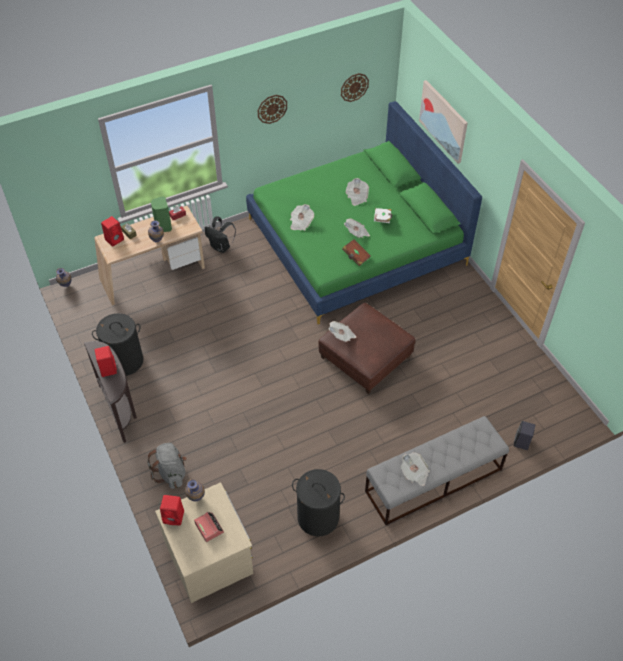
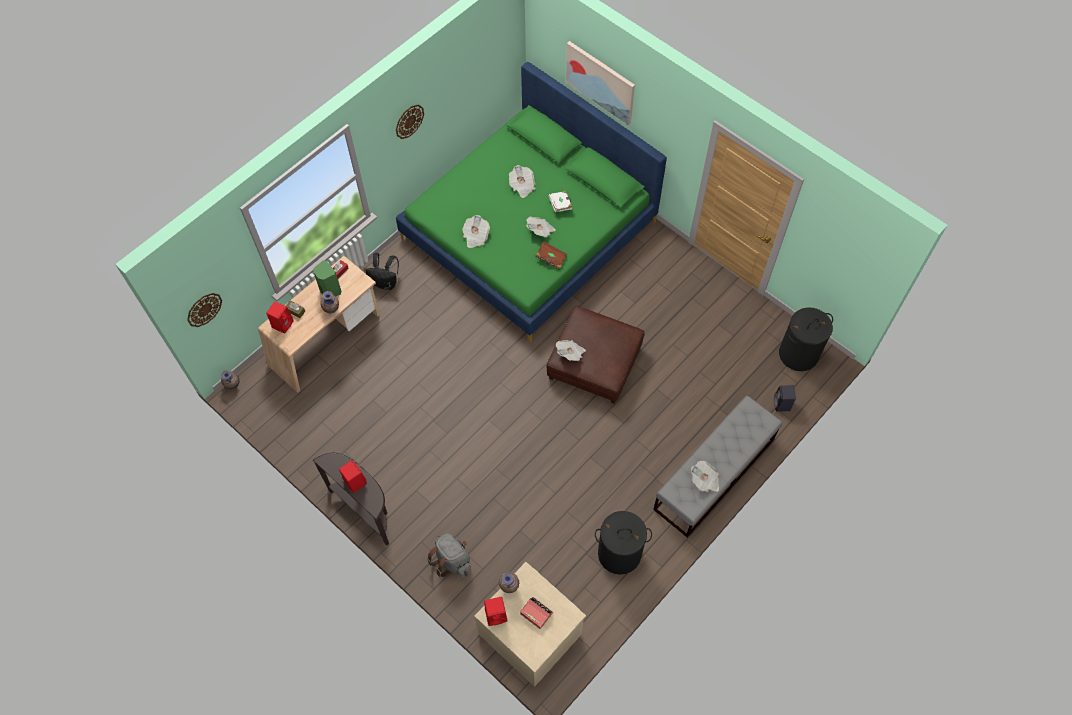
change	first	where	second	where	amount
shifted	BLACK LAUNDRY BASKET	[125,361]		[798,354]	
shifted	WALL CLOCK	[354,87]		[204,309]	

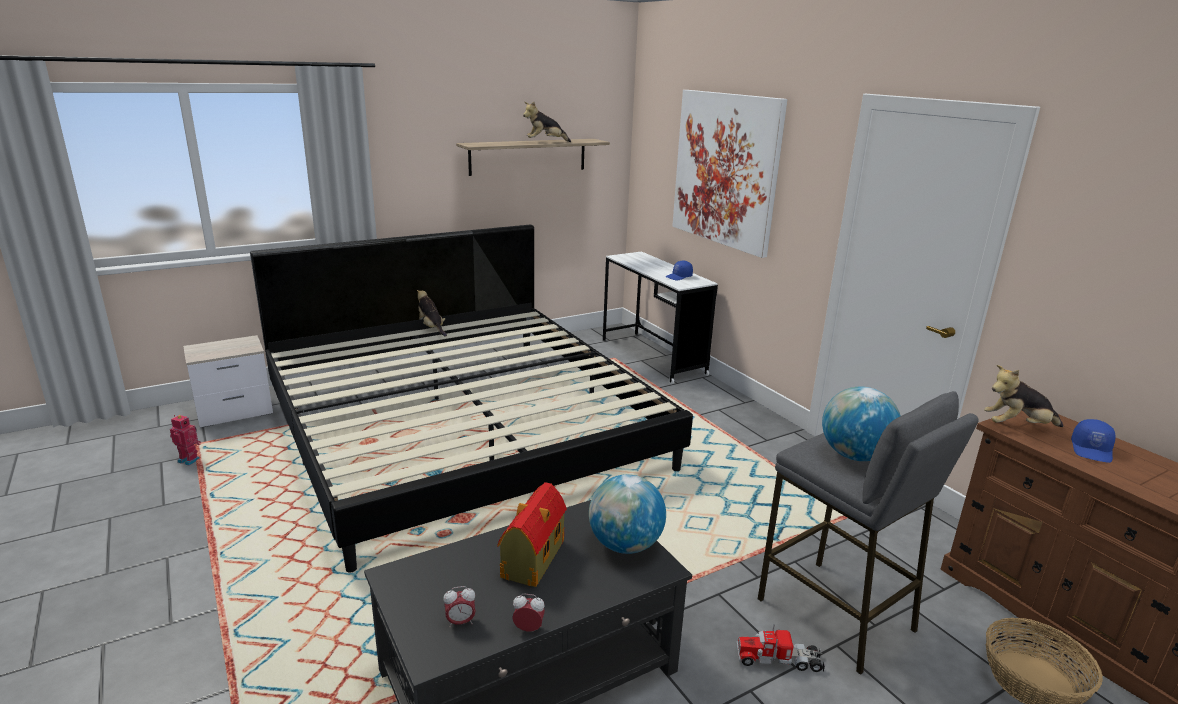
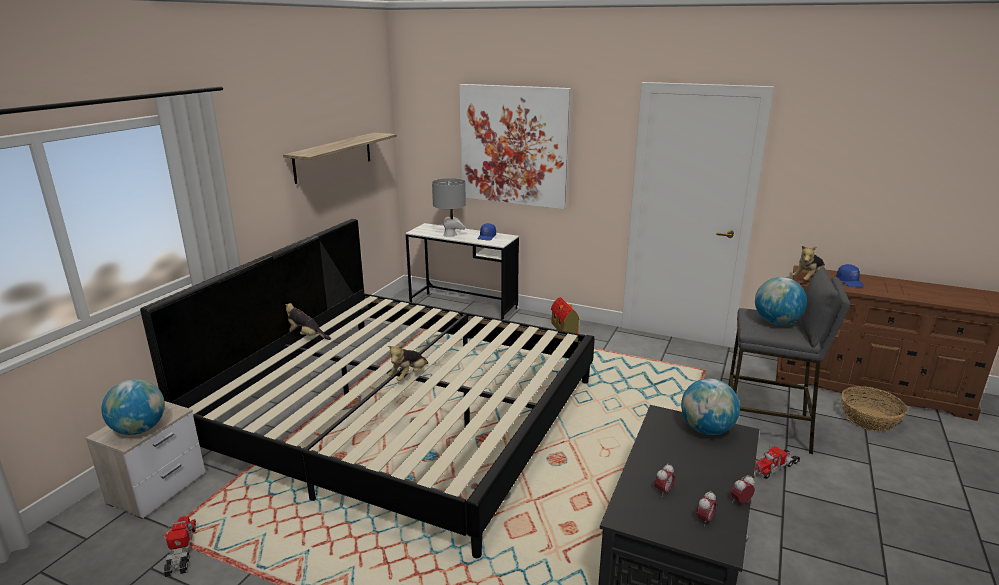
change	first	where	second	where	amount
new			GLOBE	[139,429]	
new			GREY TABLE LAMP	[450,235]	
new			ALARM CLOCK	[663,491]	
shifted	TOY HOUSE	[532,560]		[564,329]	
shifted	PLUSH TOY	[545,142]		[408,376]	
swapped	TOY ROBOT	[190,459]	TOY TRUCK	[181,550]	

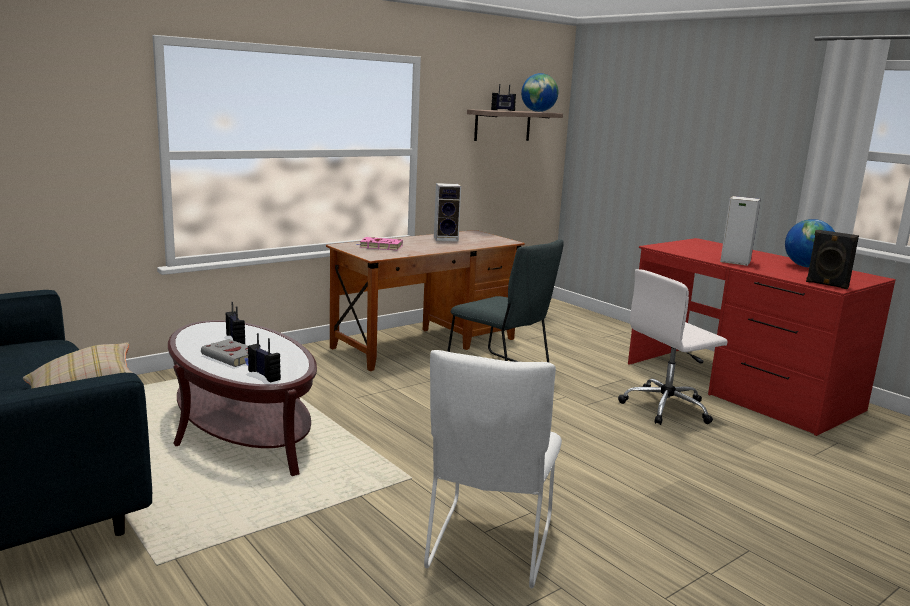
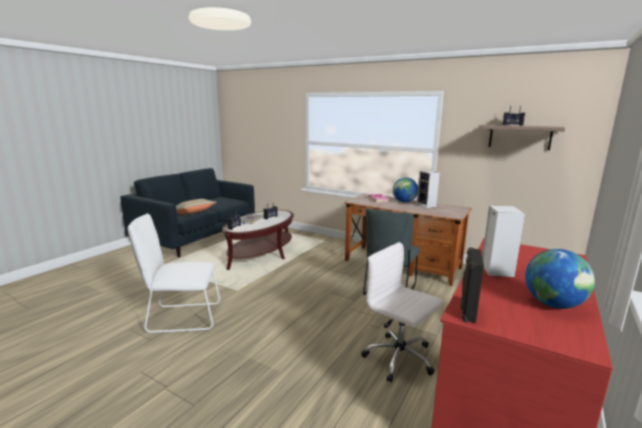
change	first	where	second	where	amount
shifted	GLOBE	[538,111]		[404,202]	

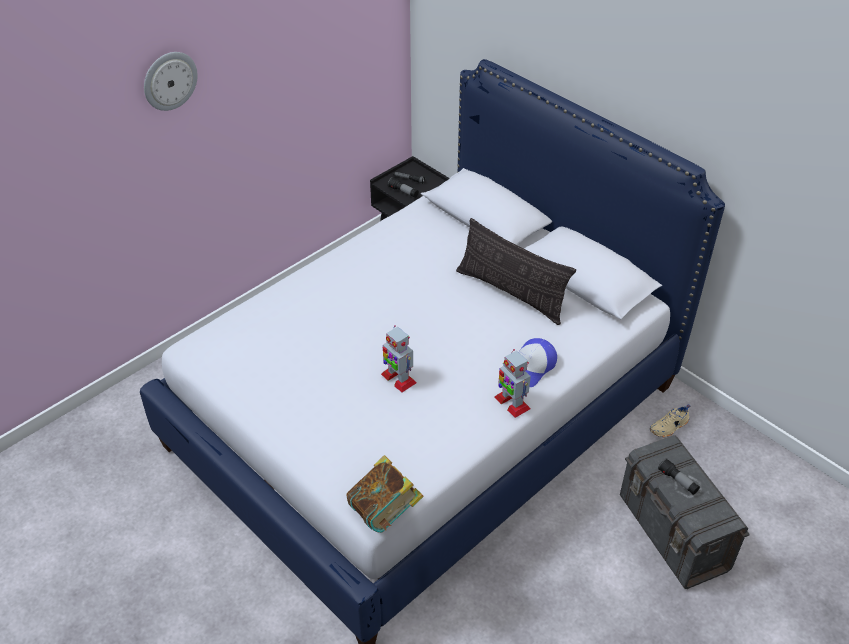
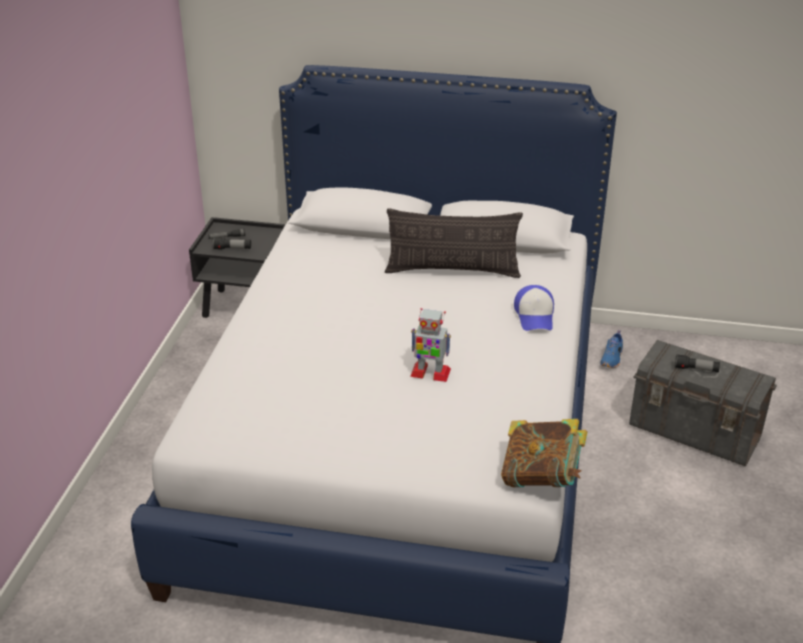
change	first	where	second	where	amount
gone	WALL CLOCK	[169,80]			
gone	TOY ROBOT	[511,402]			
repainted	BEIGE SHOE	[669,427]	BLUE SHOE	[612,358]	

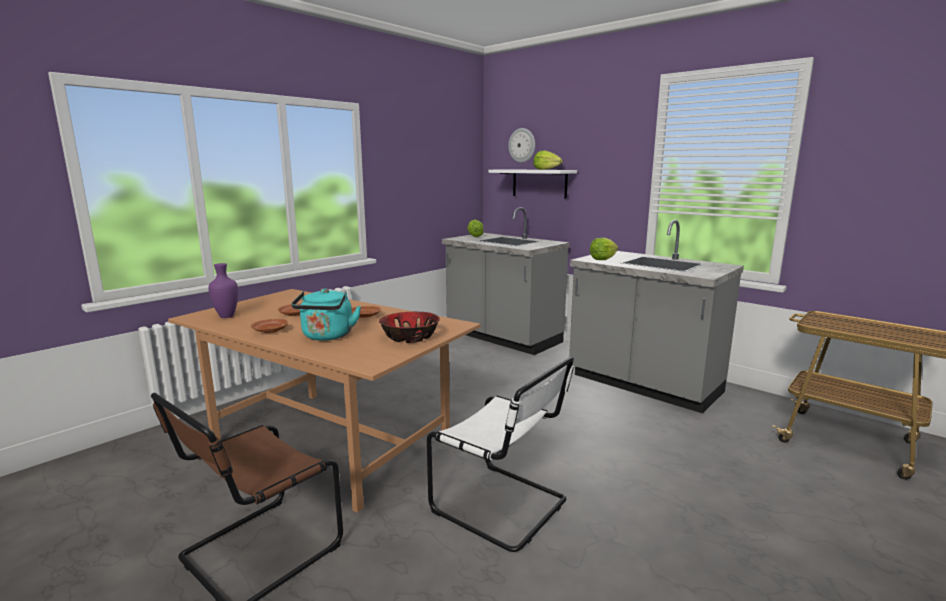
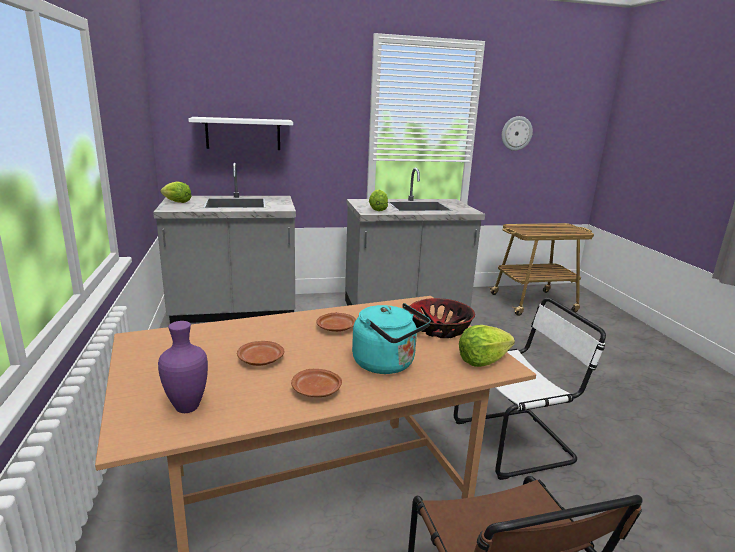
change	first	where	second	where	amount
shifted	WALL CLOCK	[522,145]		[516,133]	
shifted	LETTUCE	[546,169]		[482,361]	

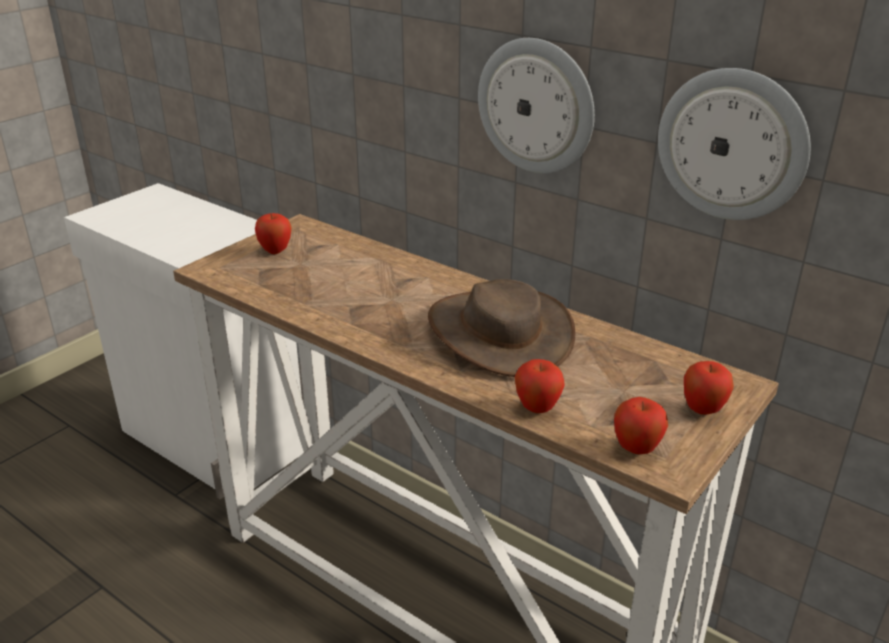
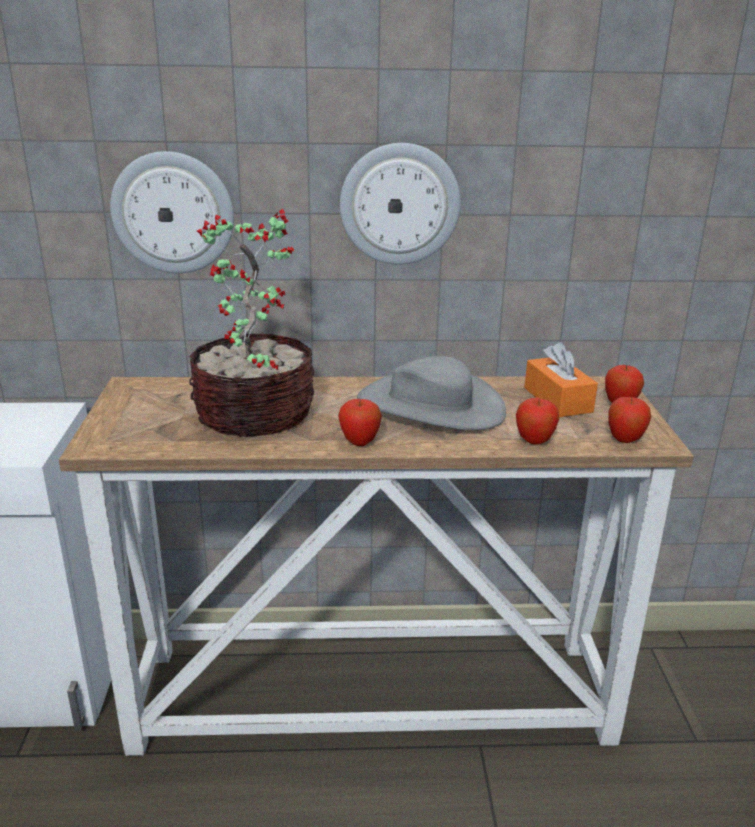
change	first	where	second	where	amount
new			POTTED PLANT	[254,415]	
new			ORANGE TISSUE BOX	[557,400]	
shifted	APPLE	[275,251]		[359,442]	
shifted	WALL CLOCK	[732,144]		[173,213]	
repainted	BROWN HAT	[500,332]	GREY HAT	[430,406]	

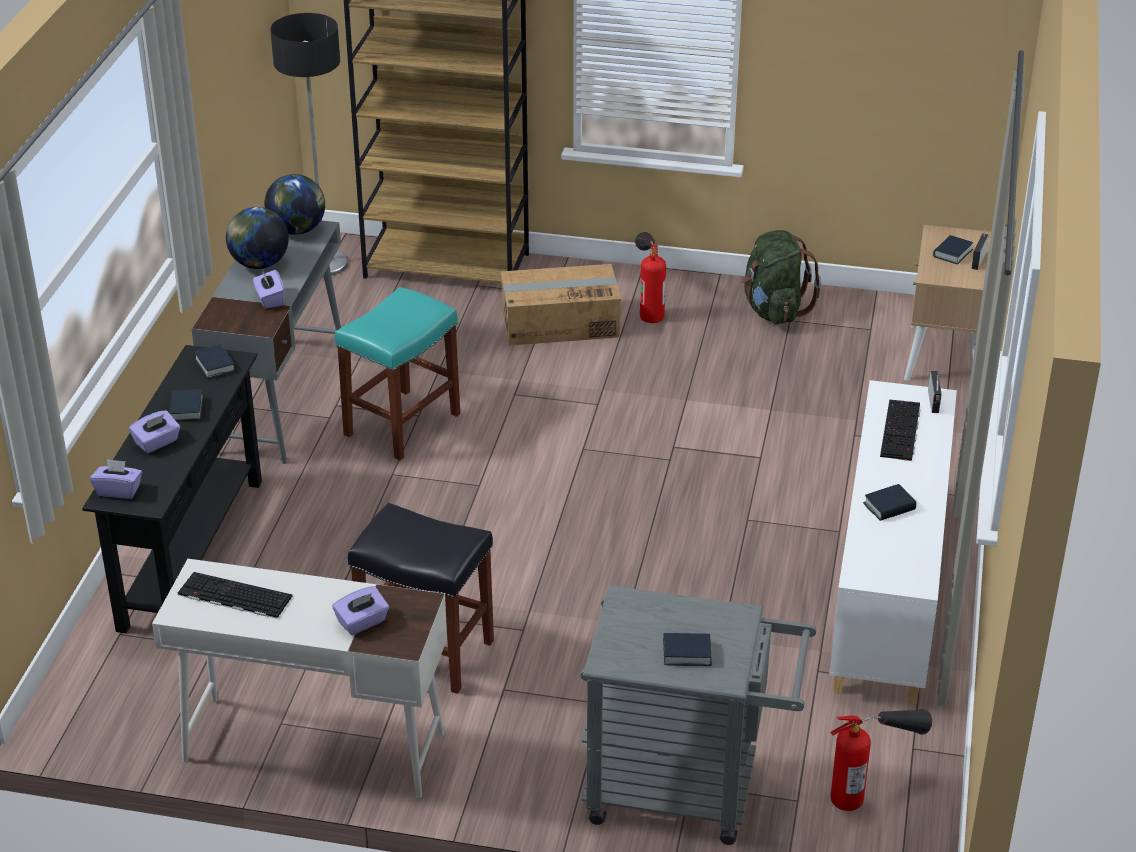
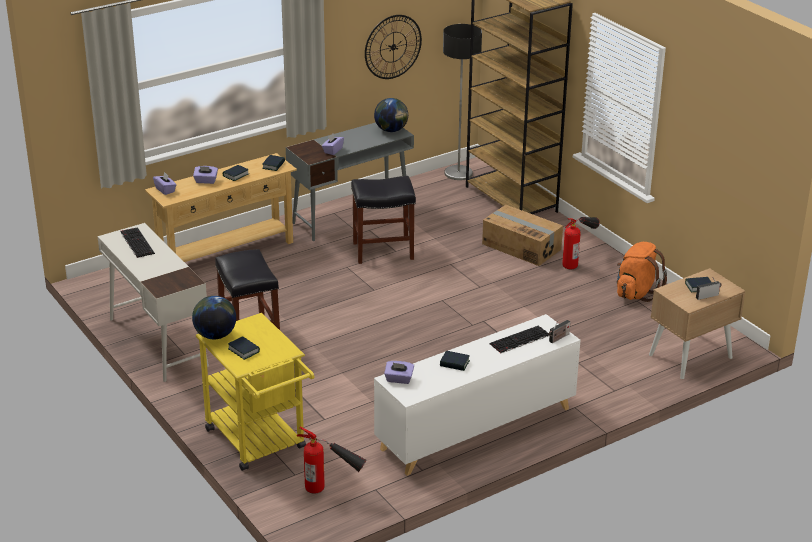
change	first	where	second	where	amount
new			WALL CLOCK	[393,47]	
shifted	GLOBE	[259,264]		[215,335]	
shifted	PURPLE TISSUE BOX	[362,622]		[399,379]	
repainted	BLACK CONSOLE TABLE	[191,553]	BEIGE CONSOLE TABLE	[226,253]	
repainted	TURQUOISE STOOL	[402,425]	BLACK STOOL	[382,251]	
repainted	GREY CART	[688,791]	YELLOW CART	[260,443]	
repainted	GREEN BACKPACK	[774,310]	ORANGE BACKPACK	[636,293]	

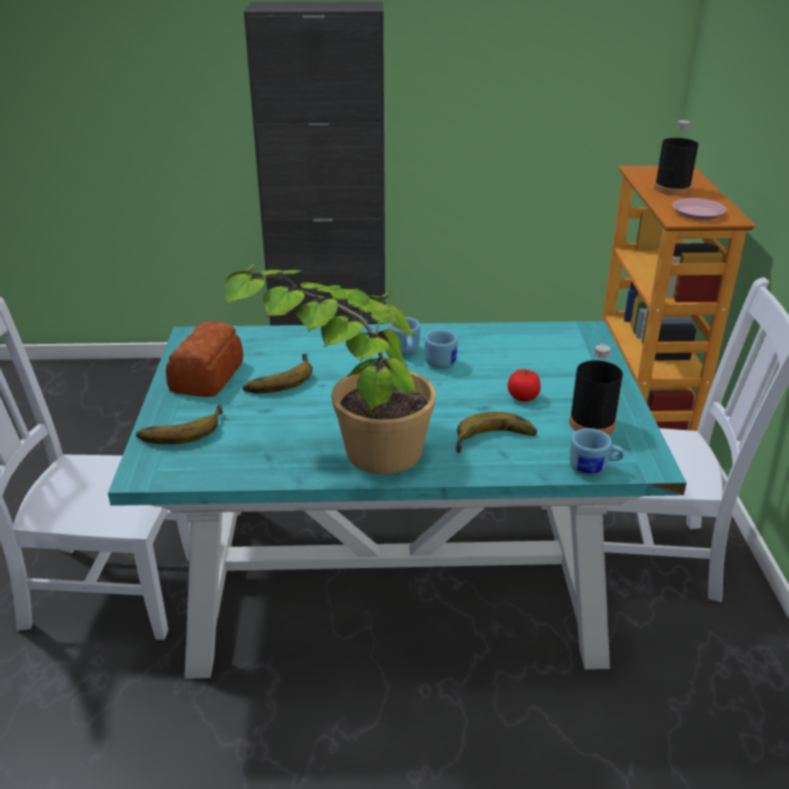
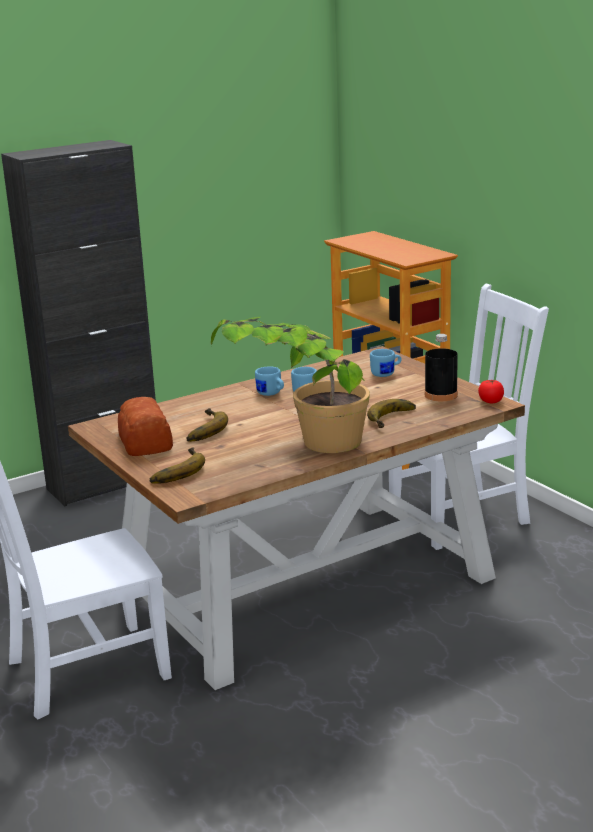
change	first	where	second	where	amount
gone	BLACK BOTTLE	[672,189]			
gone	PINK PLATE	[698,213]			
shifted	TOMATO	[523,397]		[490,401]	
shifted	BLUE MUG	[594,469]		[386,374]	
repainted	TURQUOISE DINING TABLE	[392,576]	BROWN DINING TABLE	[303,585]	

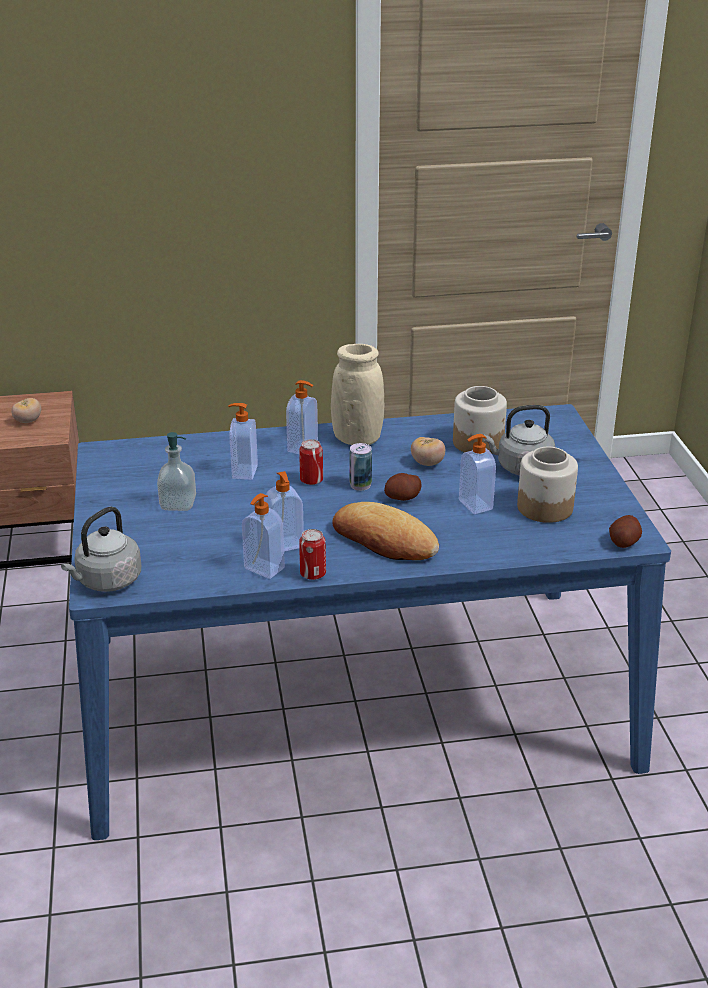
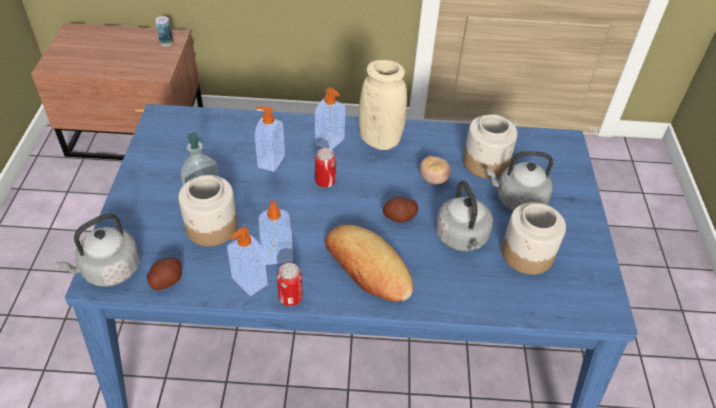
change	first	where	second	where	amount
gone	TOMATO	[28,421]			
new			JAR	[211,227]	
shifted	CAN	[360,485]		[166,42]	
shifted	POTATO	[623,542]		[166,280]	
swapped	SOAP DISPENSER	[474,505]	GREY KETTLE	[462,238]	

